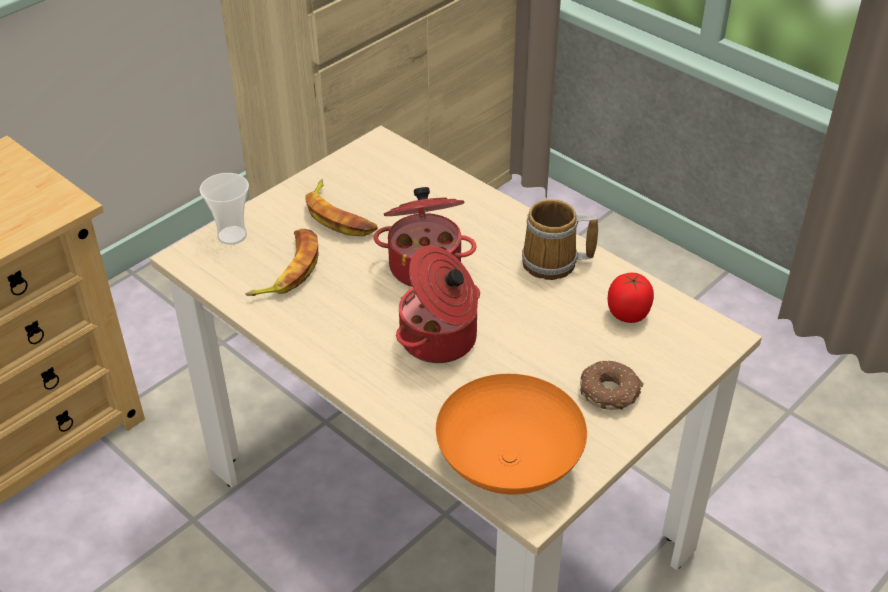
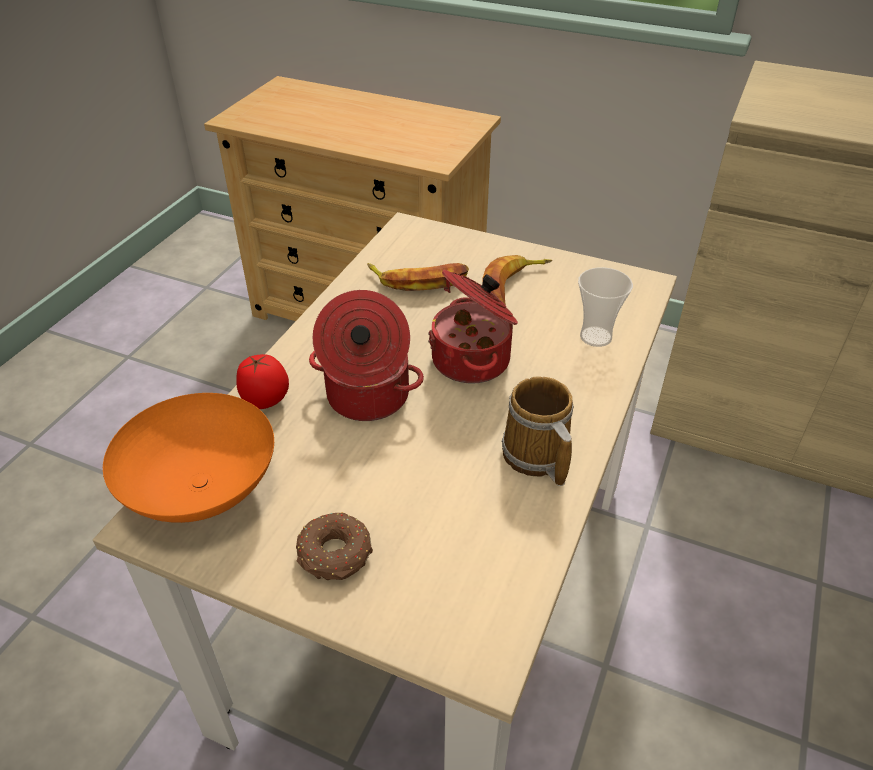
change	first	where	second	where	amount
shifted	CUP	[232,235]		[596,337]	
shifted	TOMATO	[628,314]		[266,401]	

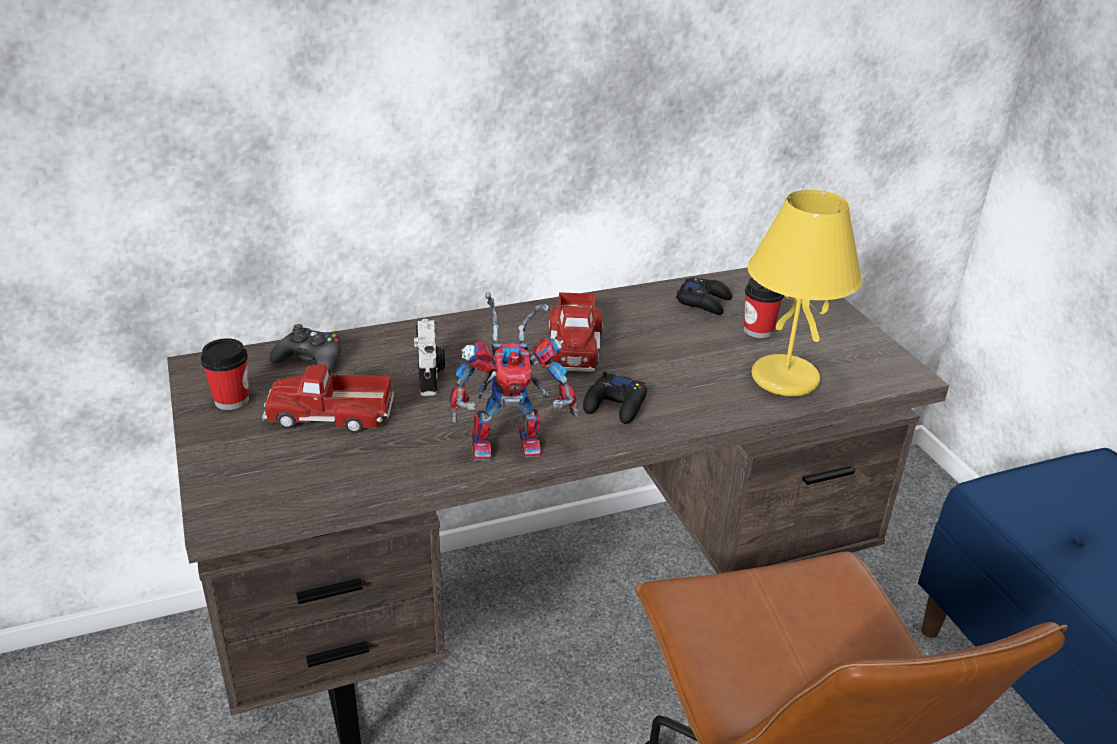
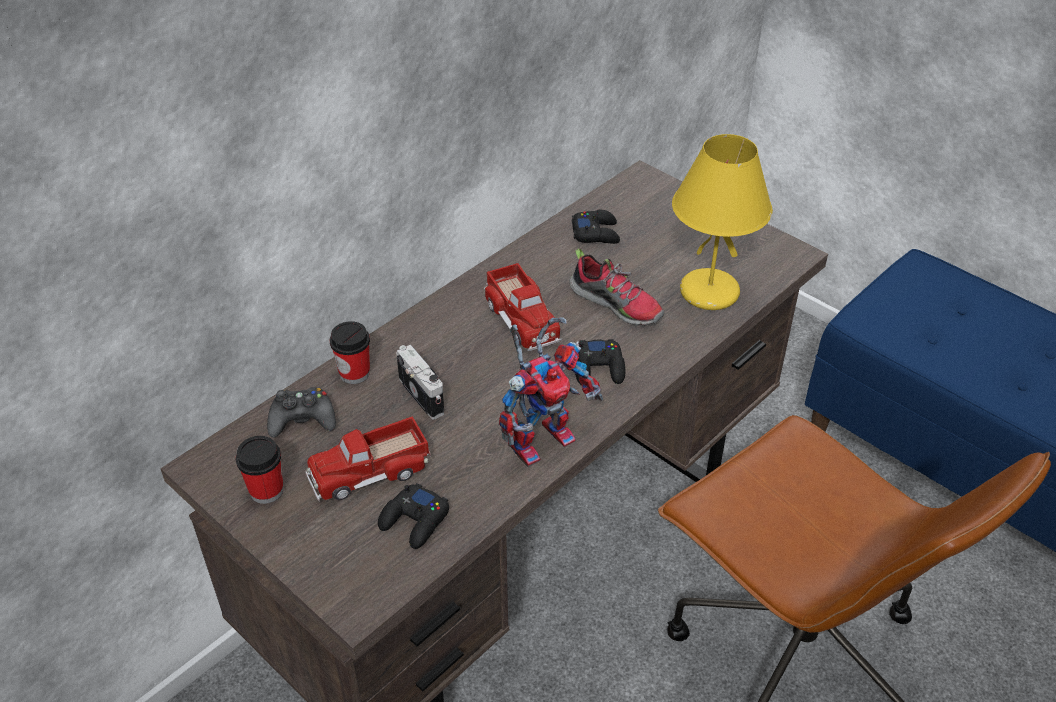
change	first	where	second	where	amount
new			BLACK GAME CONTROLLER	[415,521]	
new			SHOE	[617,304]	
shifted	CUP	[758,330]		[354,373]	

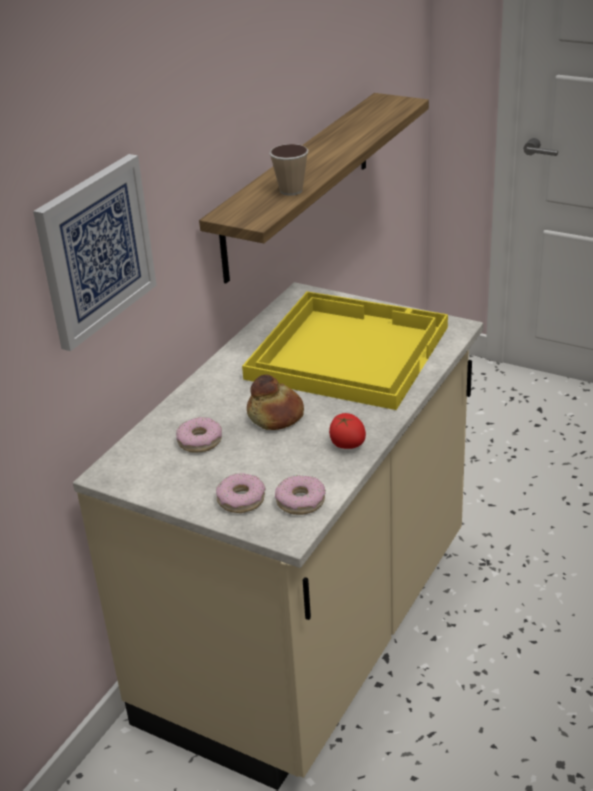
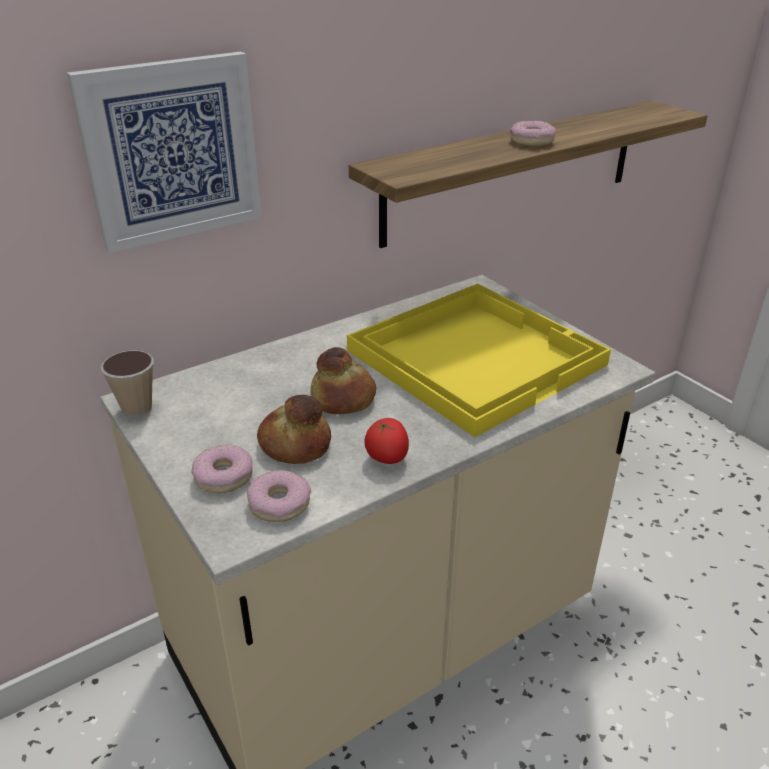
change	first	where	second	where	amount
new			BREAD	[294,444]	
shifted	DONUT	[199,441]		[531,141]	
shifted	CUP	[291,191]		[137,408]	

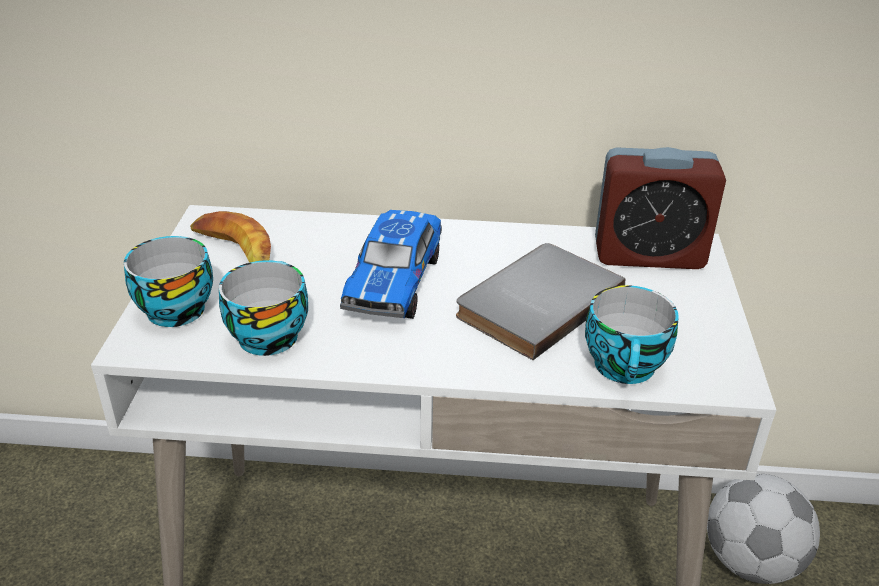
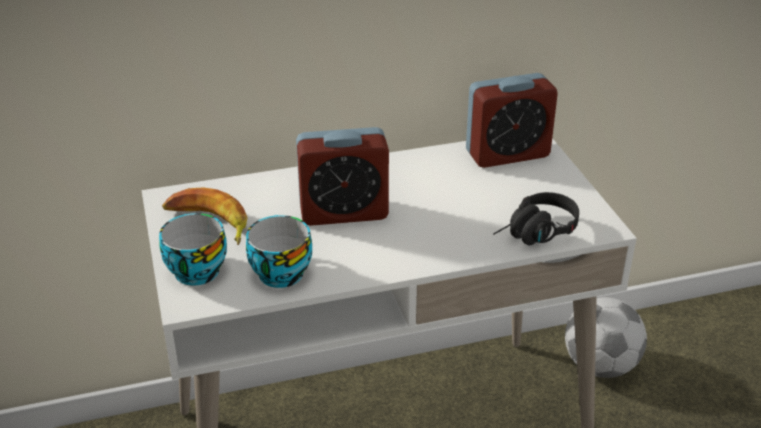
change	first	where	second	where	amount
gone	GREY BOOK	[535,302]			
swapped	TOY CAR	[394,280]	ALARM CLOCK	[343,212]	
swapped	CUP	[627,368]	BLACK HEADPHONES	[535,234]	

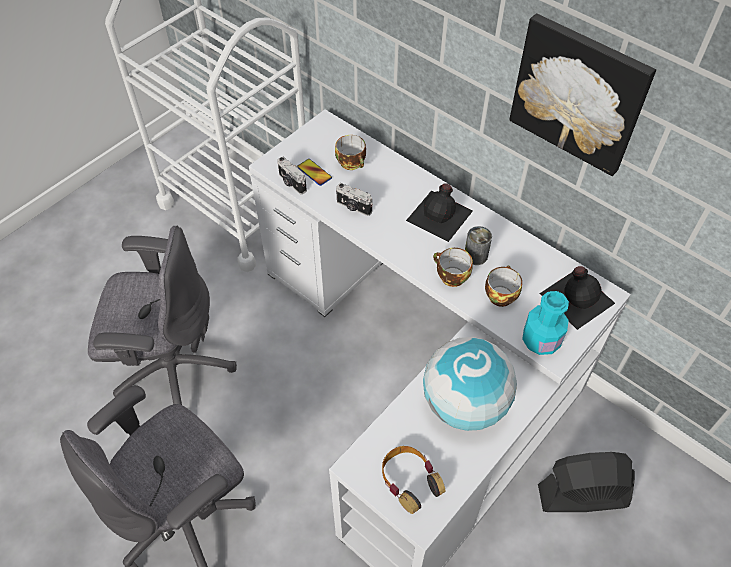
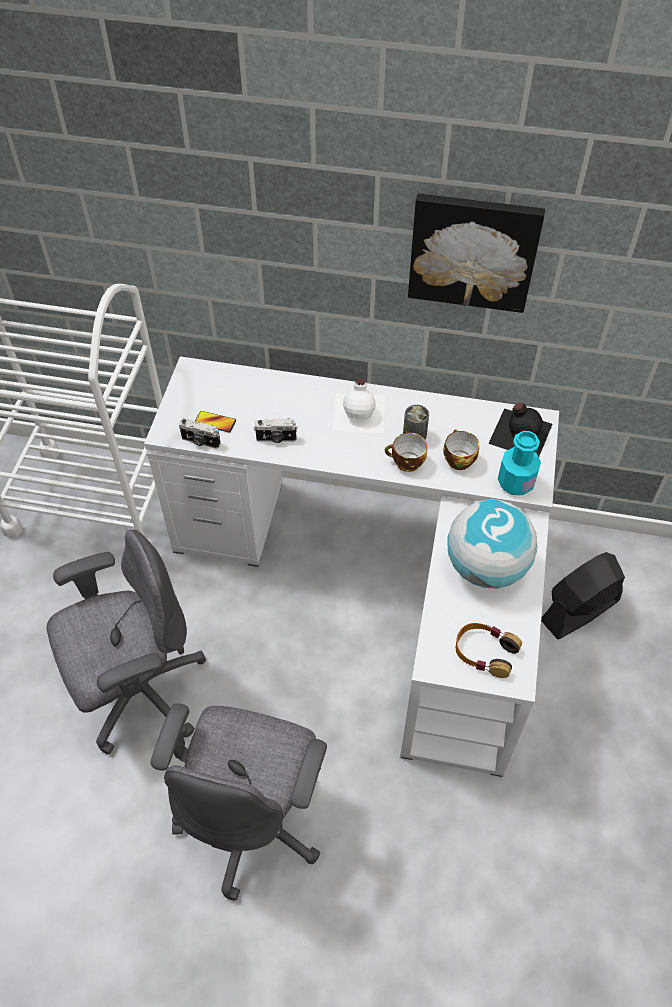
change	first	where	second	where	amount
gone	CUP	[352,163]			
repainted	BLACK BOTTLE	[440,215]	WHITE BOTTLE	[360,412]	

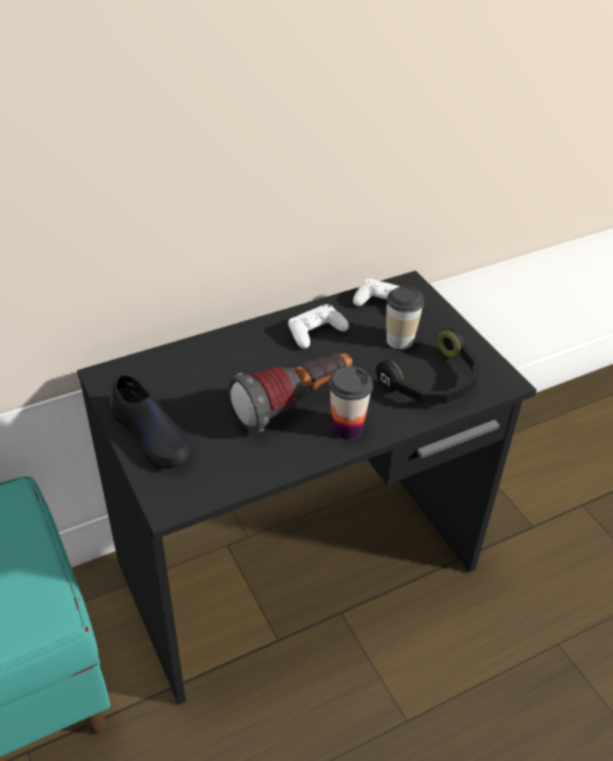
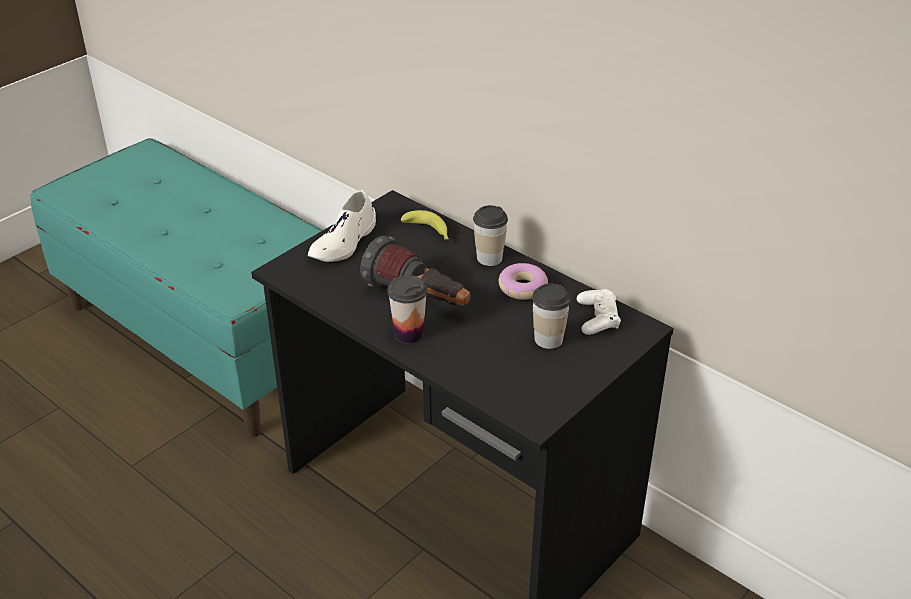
change	first	where	second	where	amount
gone	BLACK HEADPHONES	[434,382]			
new			BANANA	[429,232]	
new			CUP	[489,258]	
swapped	WHITE GAME CONTROLLER	[315,331]	DONUT	[522,288]	
repainted	BLACK SHOE	[152,435]	WHITE SHOE	[344,242]	

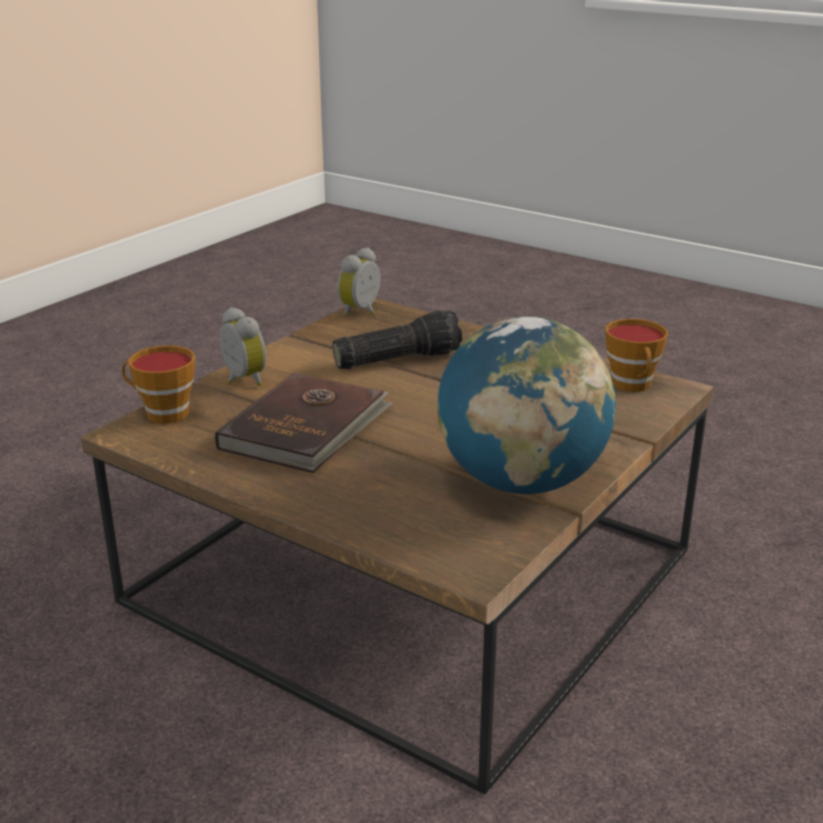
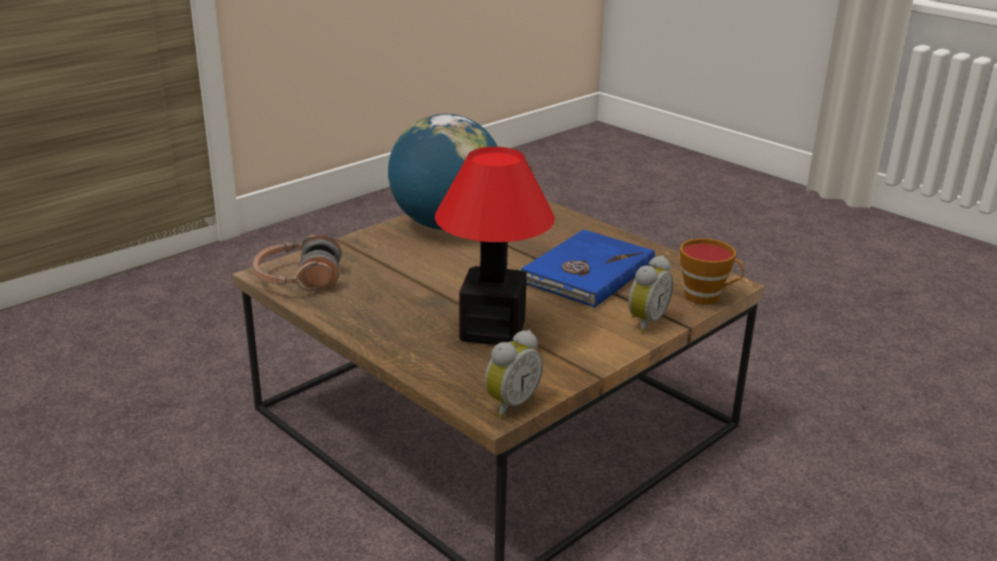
change	first	where	second	where	amount
swapped	FLASHLIGHT	[397,358]	TABLE LAMP	[491,330]	
swapped	CUP	[633,385]	HEADPHONES	[298,279]	
repainted	BROWN BOOK	[307,428]	BLUE BOOK	[585,273]	
rotated	ALARM CLOCK	[241,380]		[644,321]	120 degrees counterclockwise

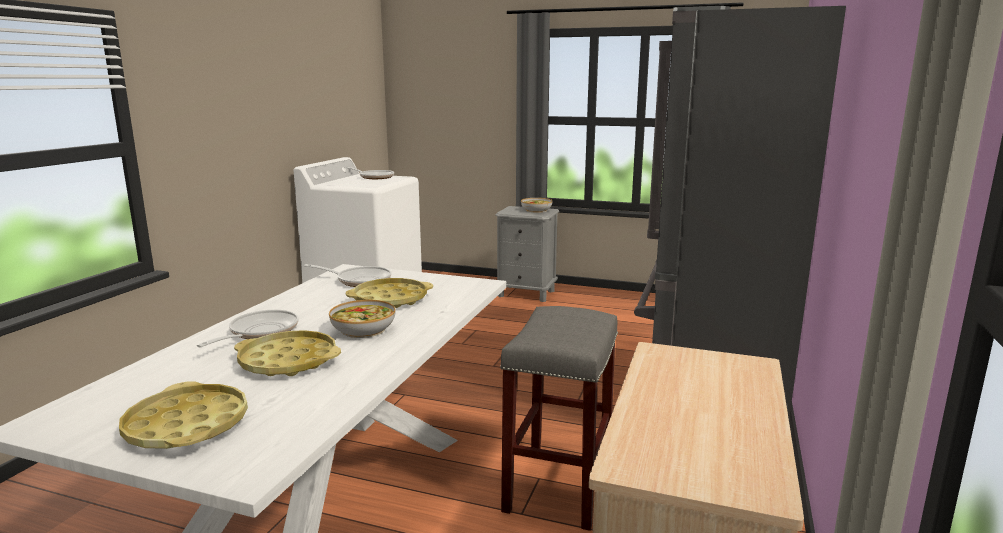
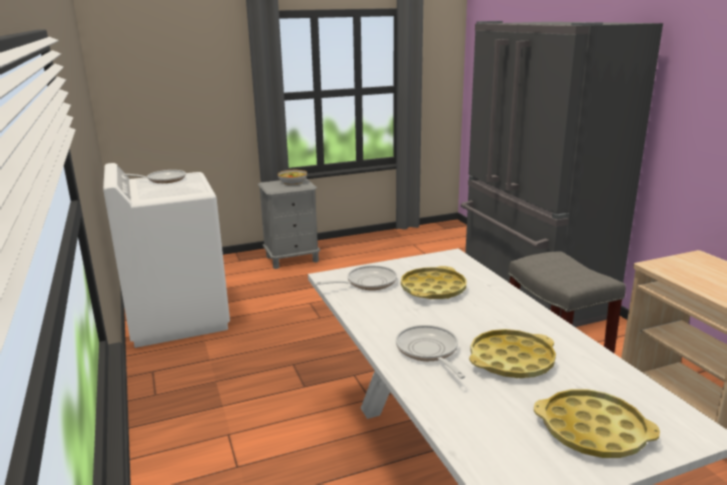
change	first	where	second	where	amount
gone	BOWL	[363,329]			

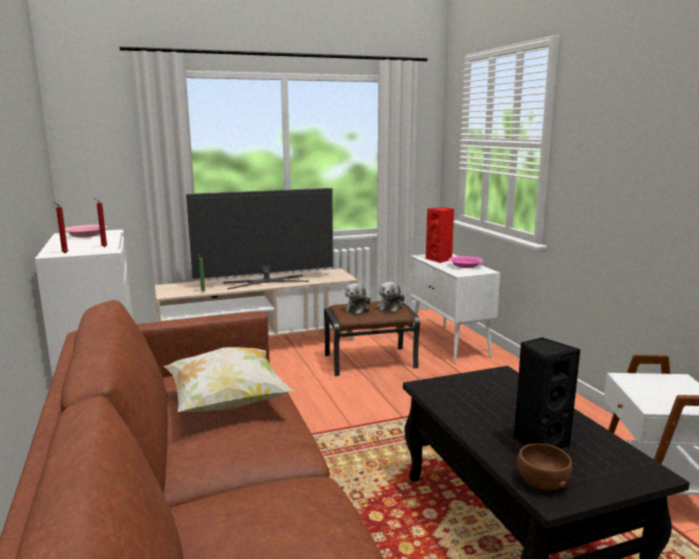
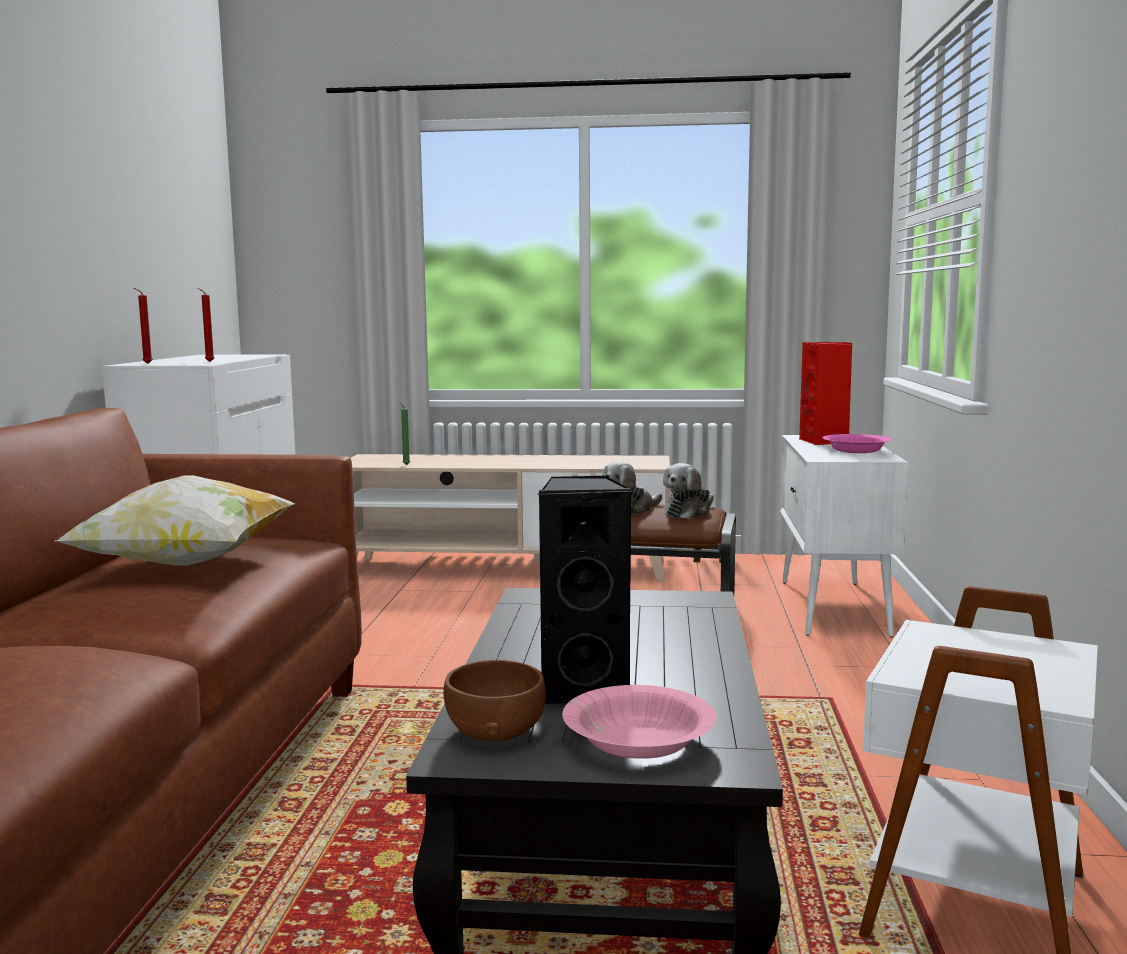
change	first	where	second	where	amount
gone	TELEVISION	[266,282]			
shifted	PINK BOWL	[86,235]		[638,741]	

